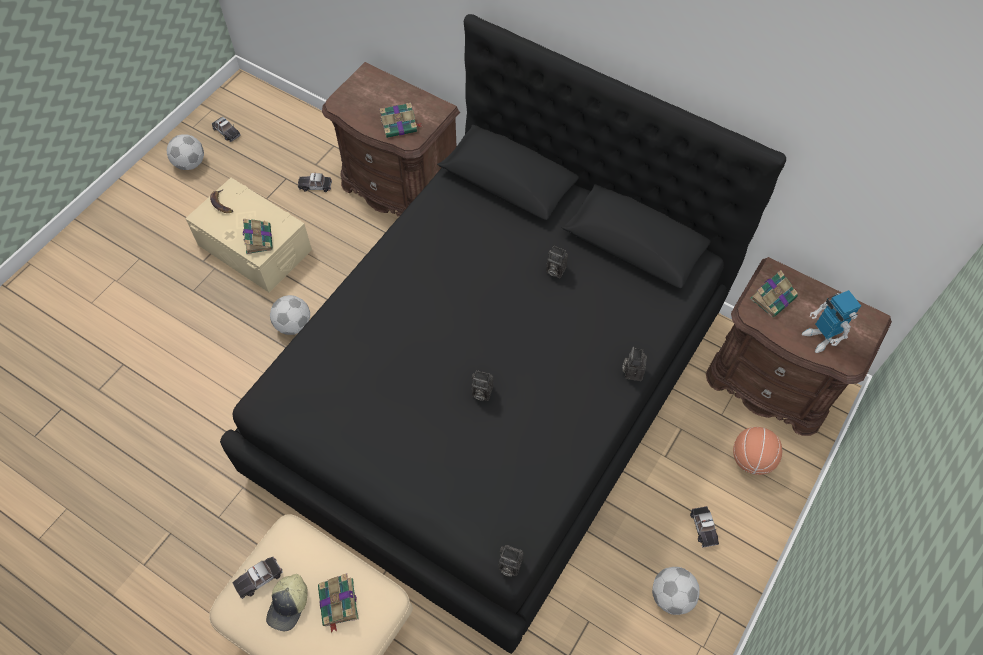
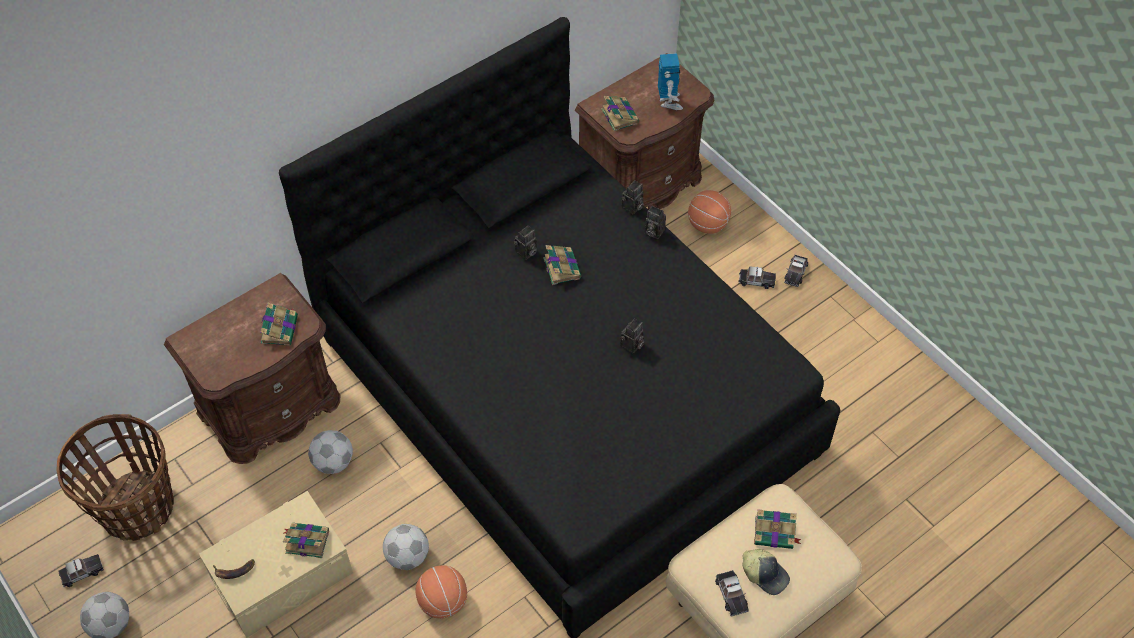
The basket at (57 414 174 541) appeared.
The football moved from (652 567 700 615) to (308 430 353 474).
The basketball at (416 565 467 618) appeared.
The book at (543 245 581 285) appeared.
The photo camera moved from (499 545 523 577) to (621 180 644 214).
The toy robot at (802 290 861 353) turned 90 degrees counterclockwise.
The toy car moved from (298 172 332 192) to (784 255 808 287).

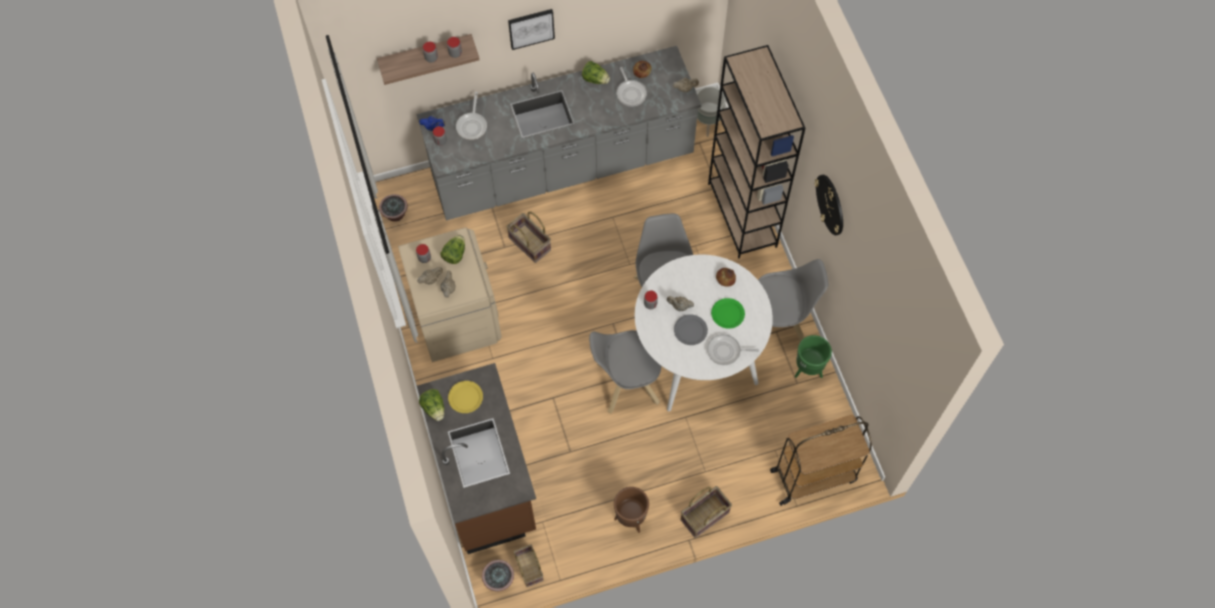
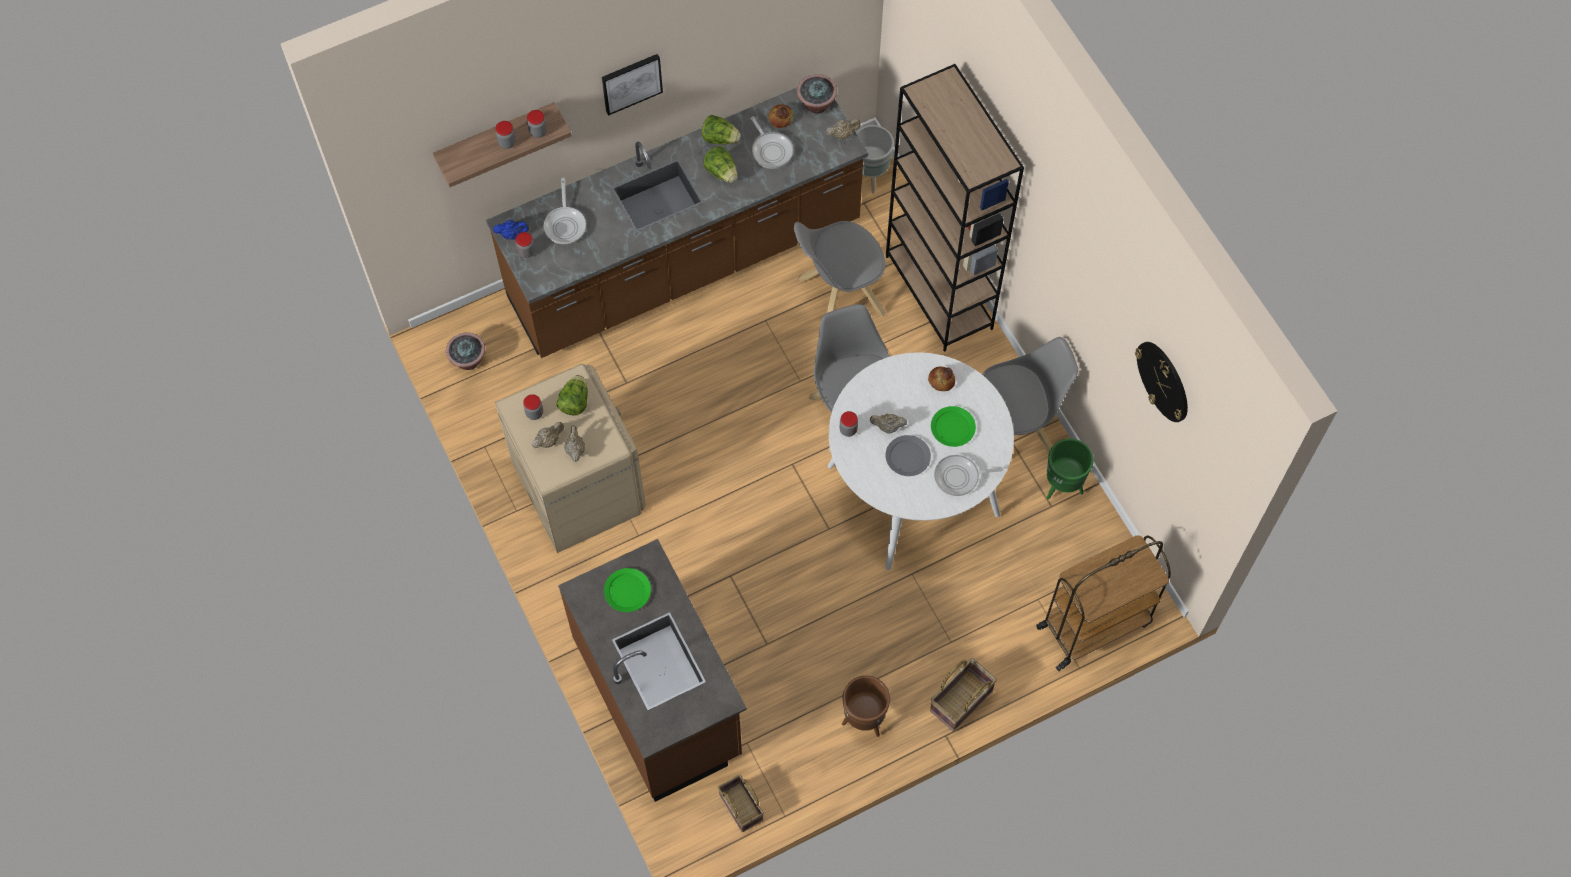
The grey counter at (416 46 701 221) became the brown counter at (486 88 868 358).
The yellow plate at (448 381 483 413) became the green plate at (604 568 651 612).
The lettuce moved from (419 389 444 421) to (703 146 737 183).
The grey chair moved from (589 330 661 414) to (794 221 886 316).
The potted plant moved from (482 560 514 592) to (797 74 837 114).
The wall clock moved from (814 175 843 235) to (1135 342 1188 422).
The basket at (506 211 551 263) disappeared.

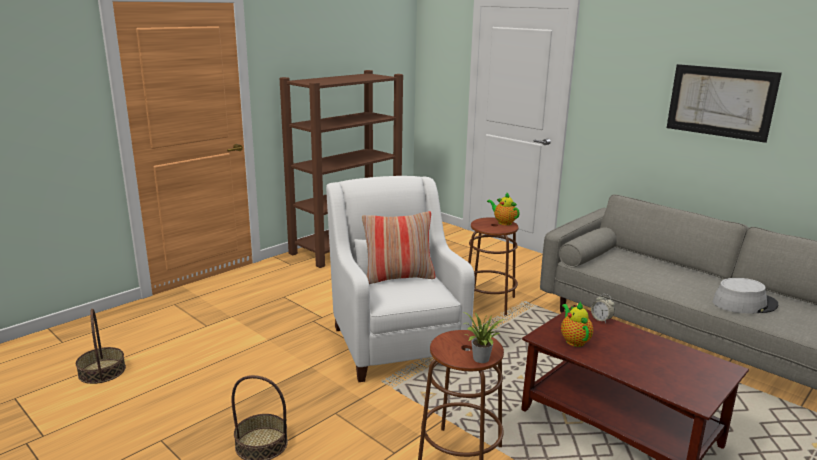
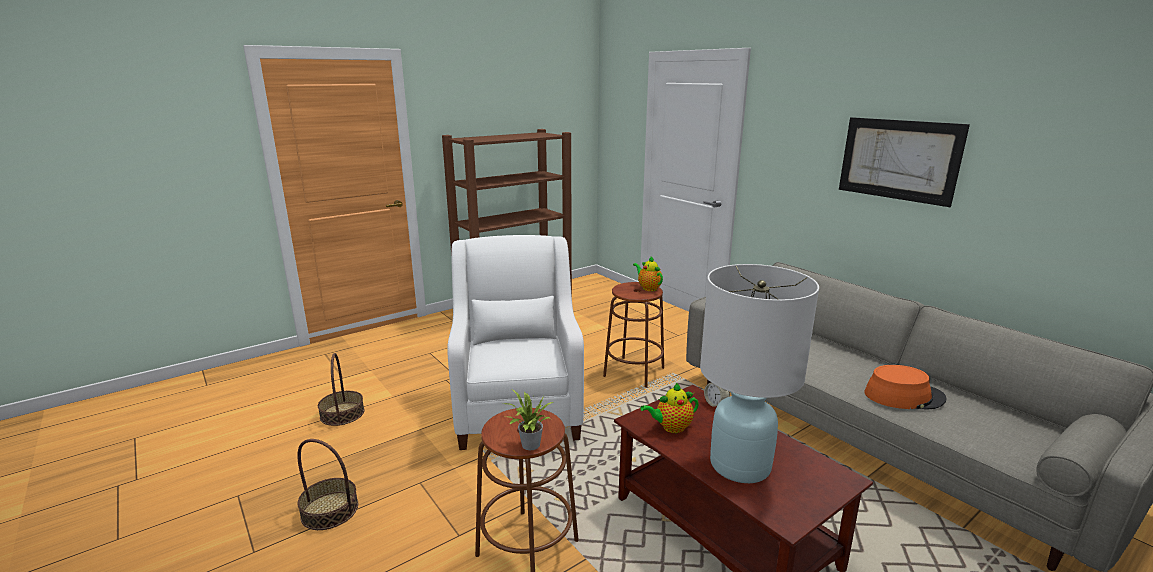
The basket moved from (76 309 126 384) to (318 353 365 426).
The teapot at (561 302 593 347) turned 105 degrees counterclockwise.
The white table lamp at (700 264 819 483) appeared.
The grey hat at (712 278 778 313) became the orange hat at (865 365 946 409).
The pillow at (362 211 436 284) disappeared.

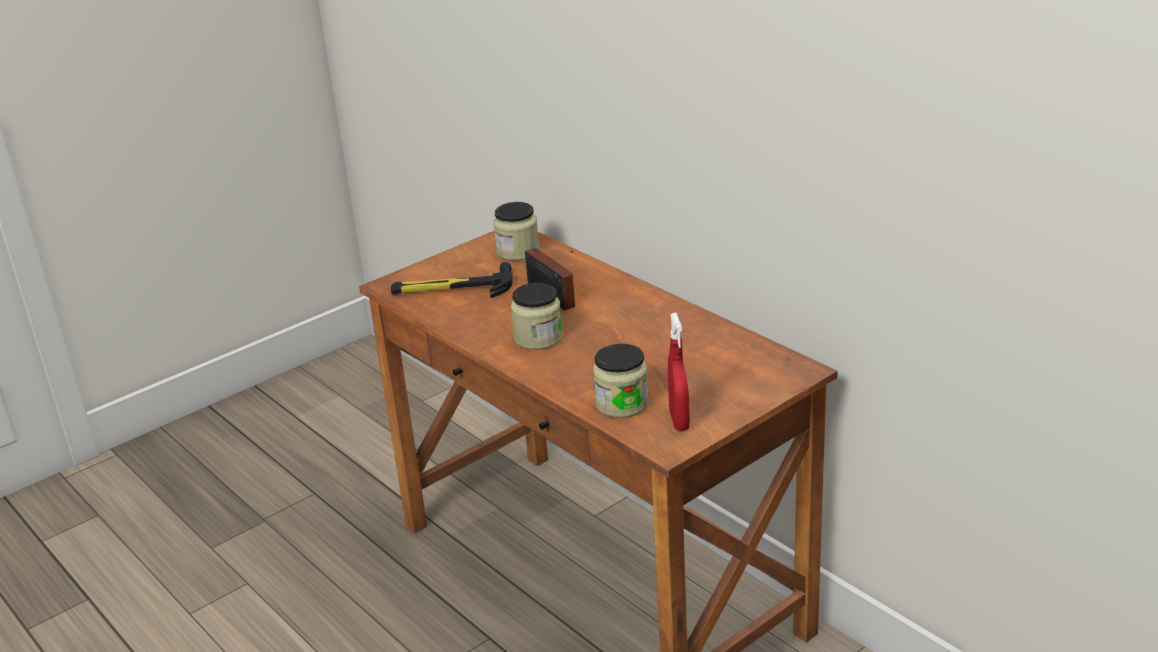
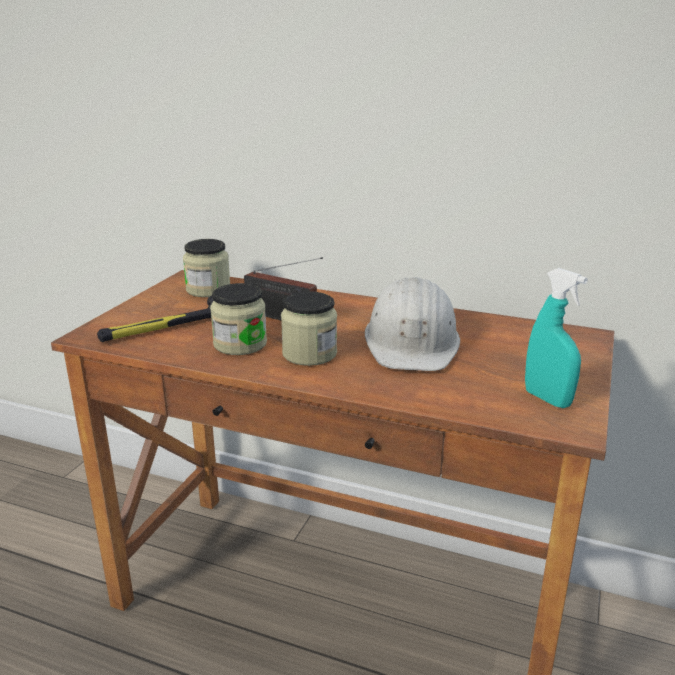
The jar moved from (593 344 649 418) to (210 283 267 355).
The white hard hat at (365 277 460 371) appeared.
The red spray bottle at (668 313 690 431) became the turquoise spray bottle at (525 268 588 408).

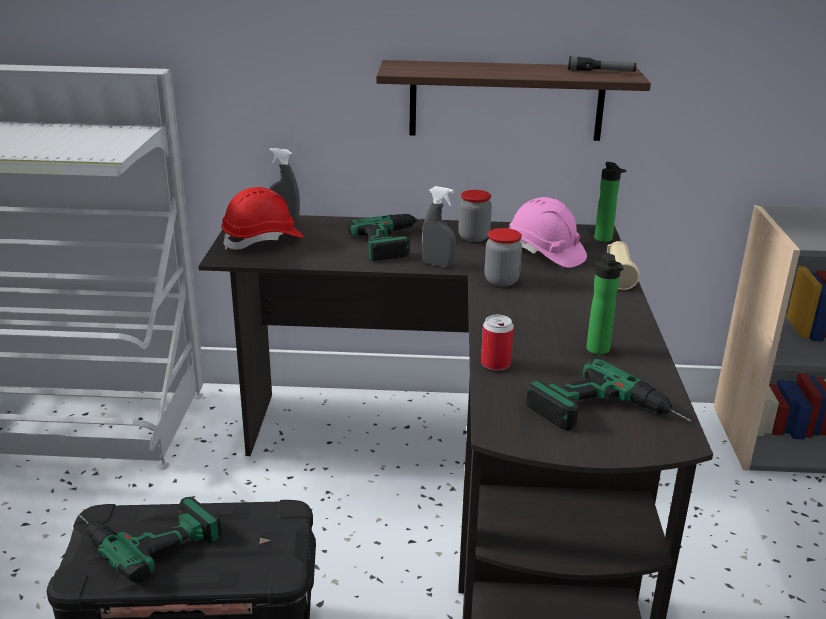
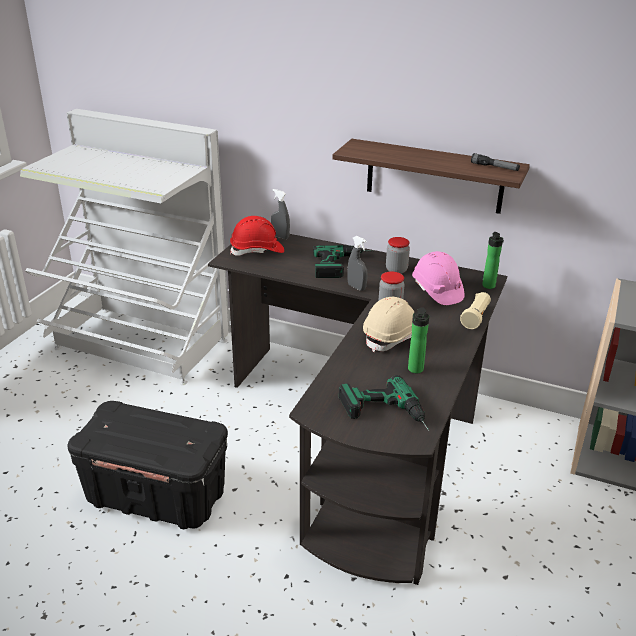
The beige hard hat at (363 297 414 352) appeared.
The power drill at (78 497 222 583) disappeared.
The can at (481 315 514 370) disappeared.

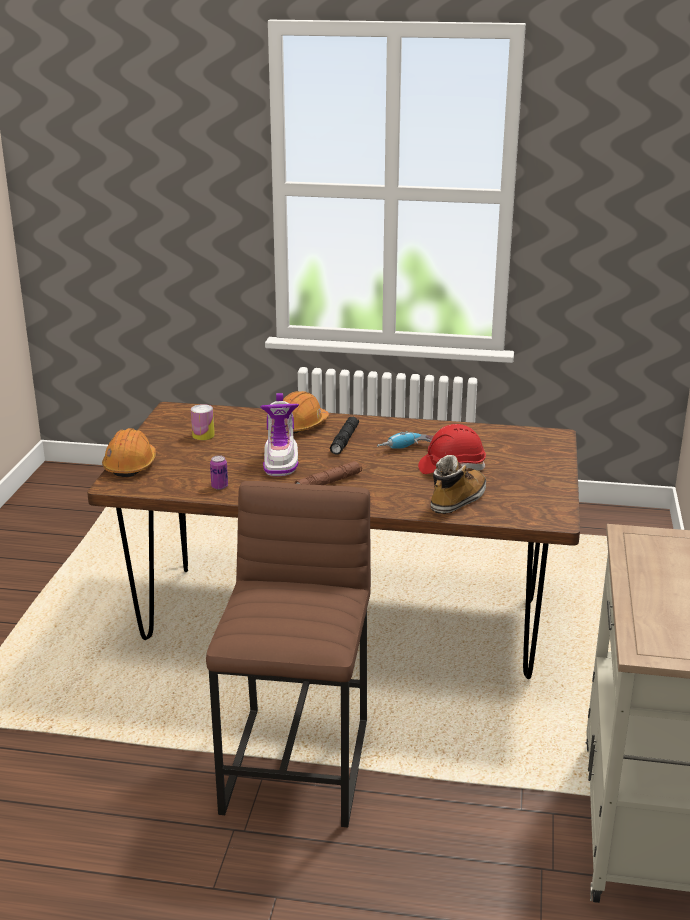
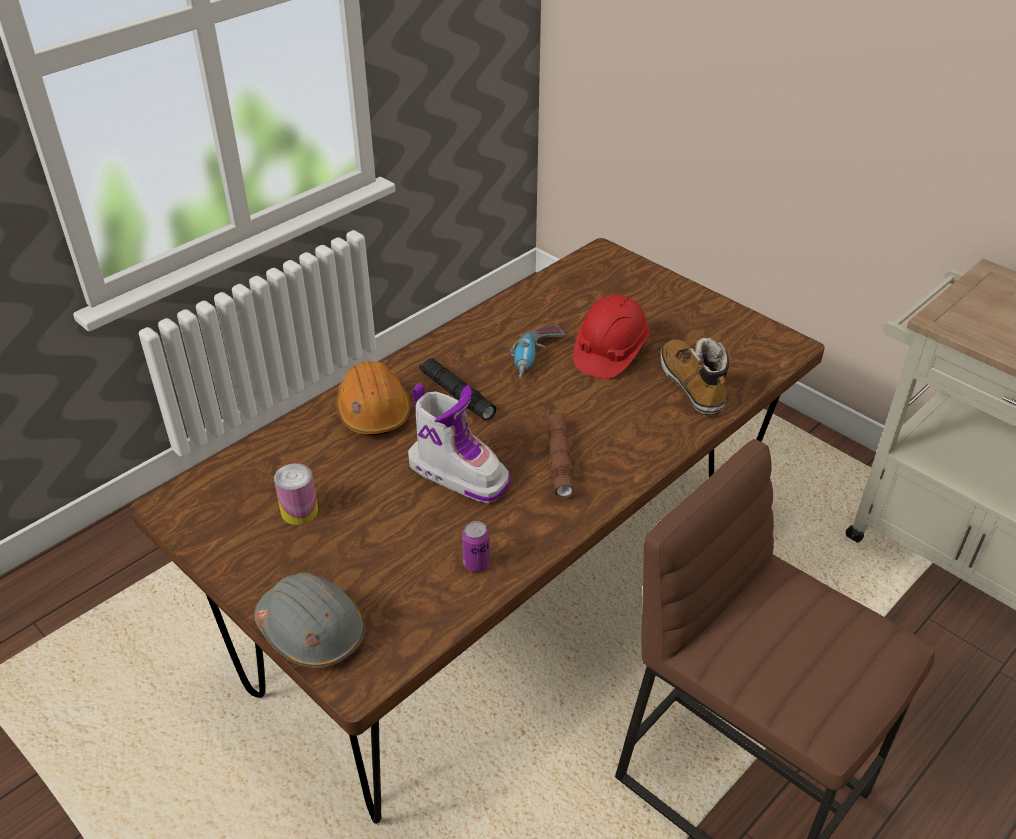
The orange hard hat at (102 428 156 477) became the grey hard hat at (254 572 365 668).

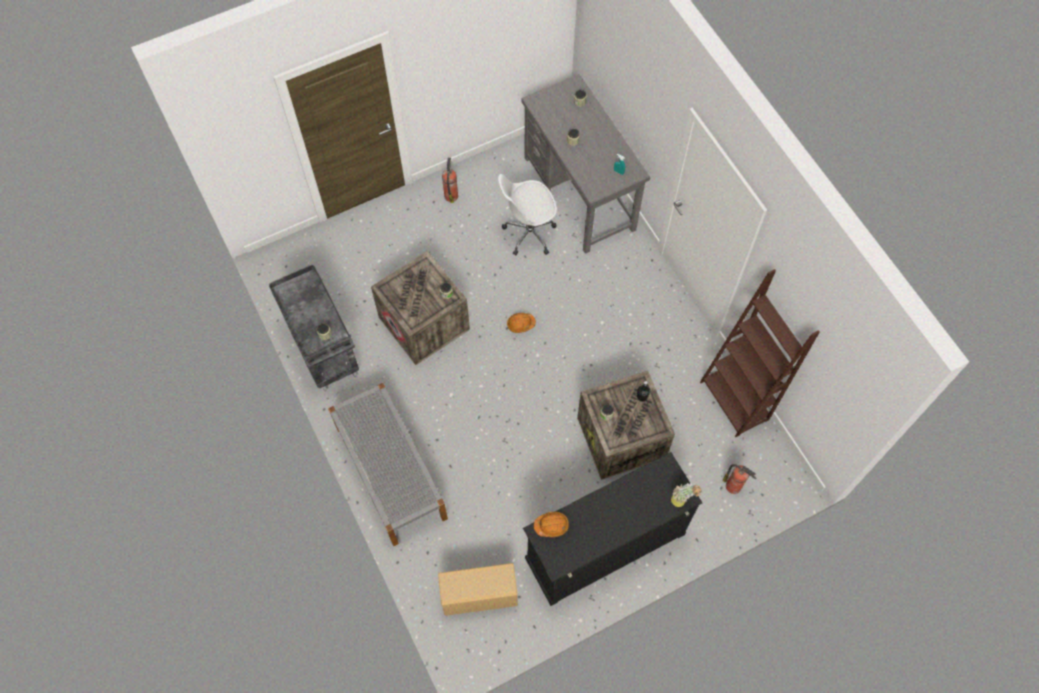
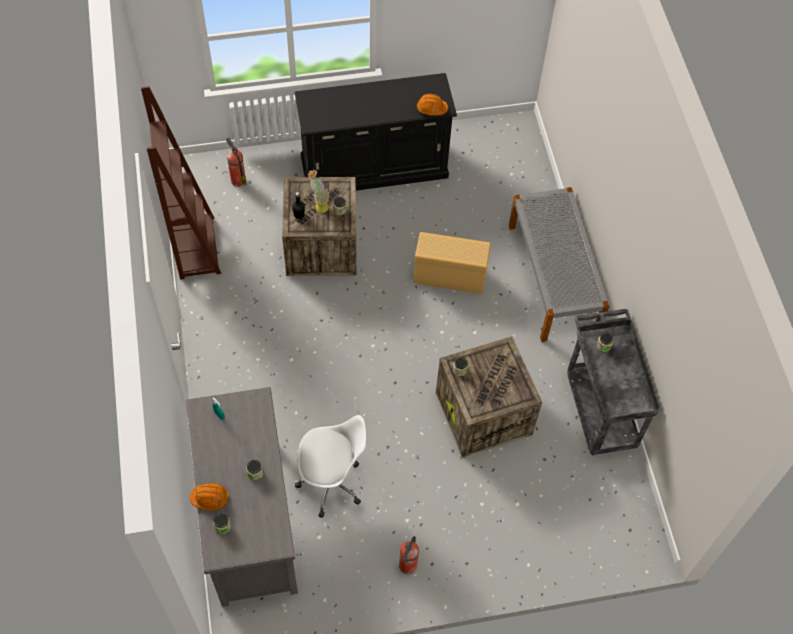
The orange hard hat moved from (507 313 536 333) to (190 483 229 511).
The potted plant moved from (671 483 702 507) to (308 170 330 213).
The beige storage box moved from (438 563 518 616) to (413 232 491 294).

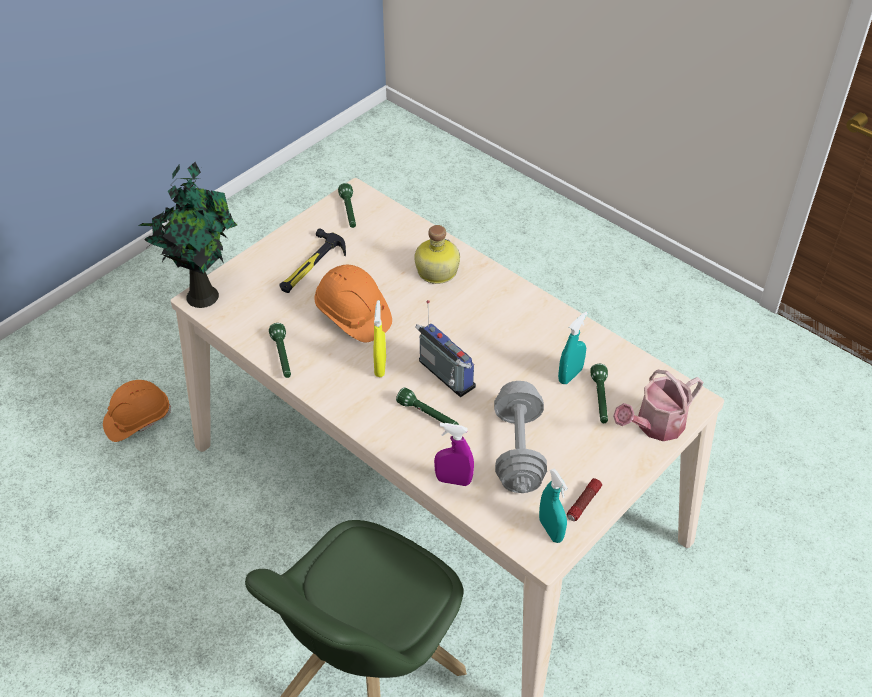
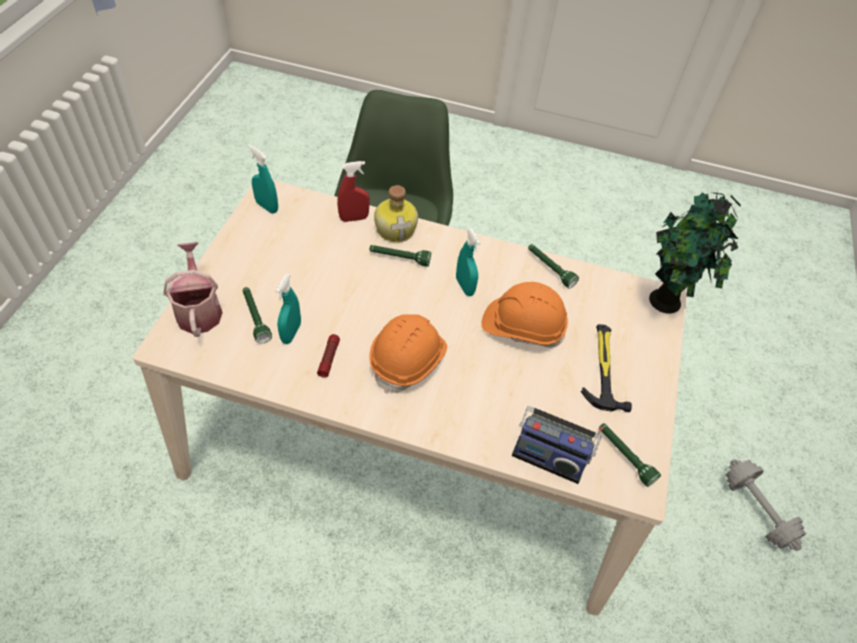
The watering can at (613 370 703 441) turned 45 degrees counterclockwise.
The flashlight moved from (567 478 602 521) to (317 334 340 378).
The purple spray bottle at (434 423 474 486) became the red spray bottle at (337 161 370 222).
The orange hard hat moved from (103 380 171 442) to (369 314 447 394).
The bottle moved from (415 225 460 284) to (374 185 418 242).
The yellow spray bottle at (373 300 386 377) became the turquoise spray bottle at (456 228 481 296).
The radio moved from (415 300 476 397) to (512 406 603 484).
The grey dumbbell moved from (494 381 547 493) to (726 460 806 551).

